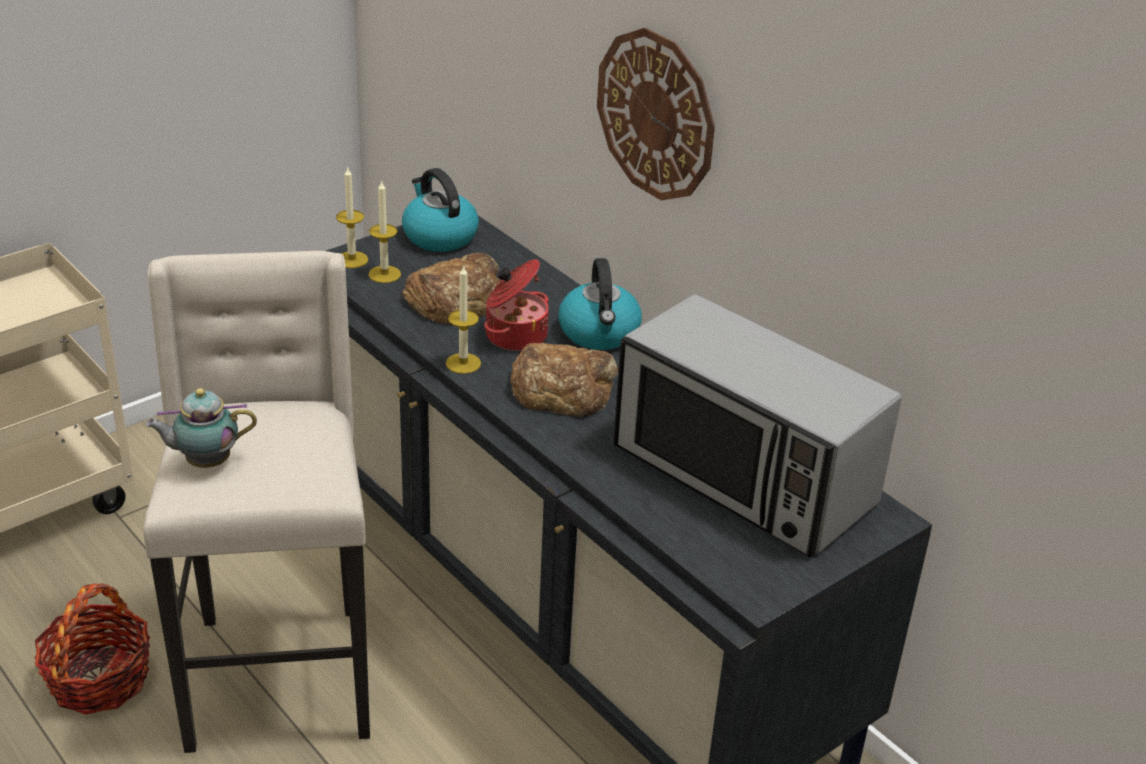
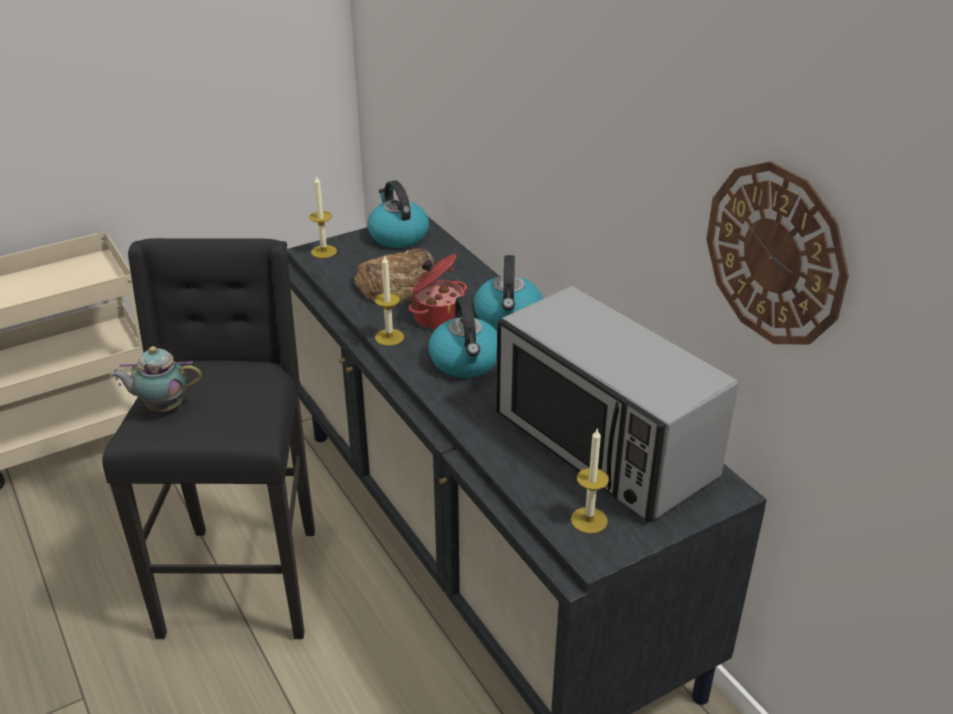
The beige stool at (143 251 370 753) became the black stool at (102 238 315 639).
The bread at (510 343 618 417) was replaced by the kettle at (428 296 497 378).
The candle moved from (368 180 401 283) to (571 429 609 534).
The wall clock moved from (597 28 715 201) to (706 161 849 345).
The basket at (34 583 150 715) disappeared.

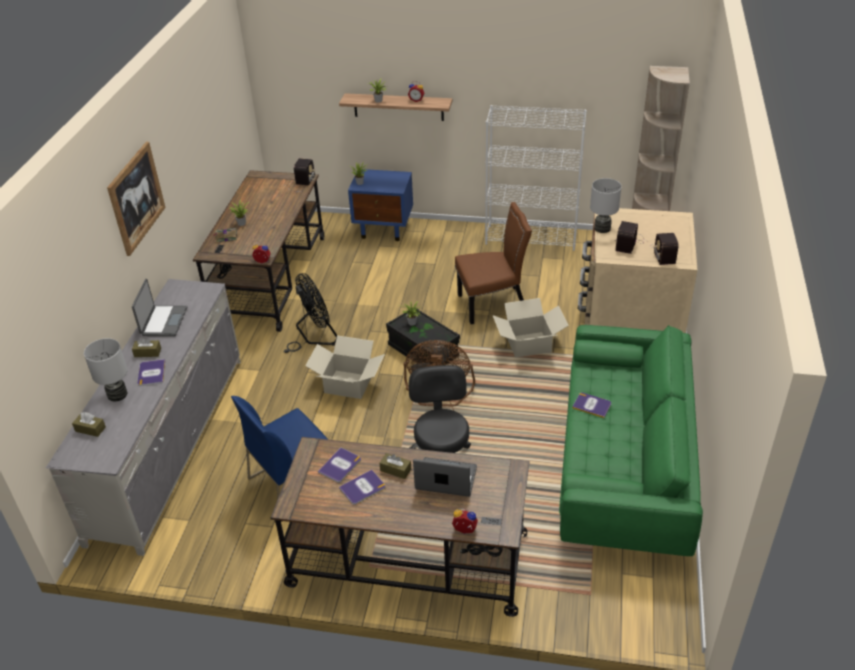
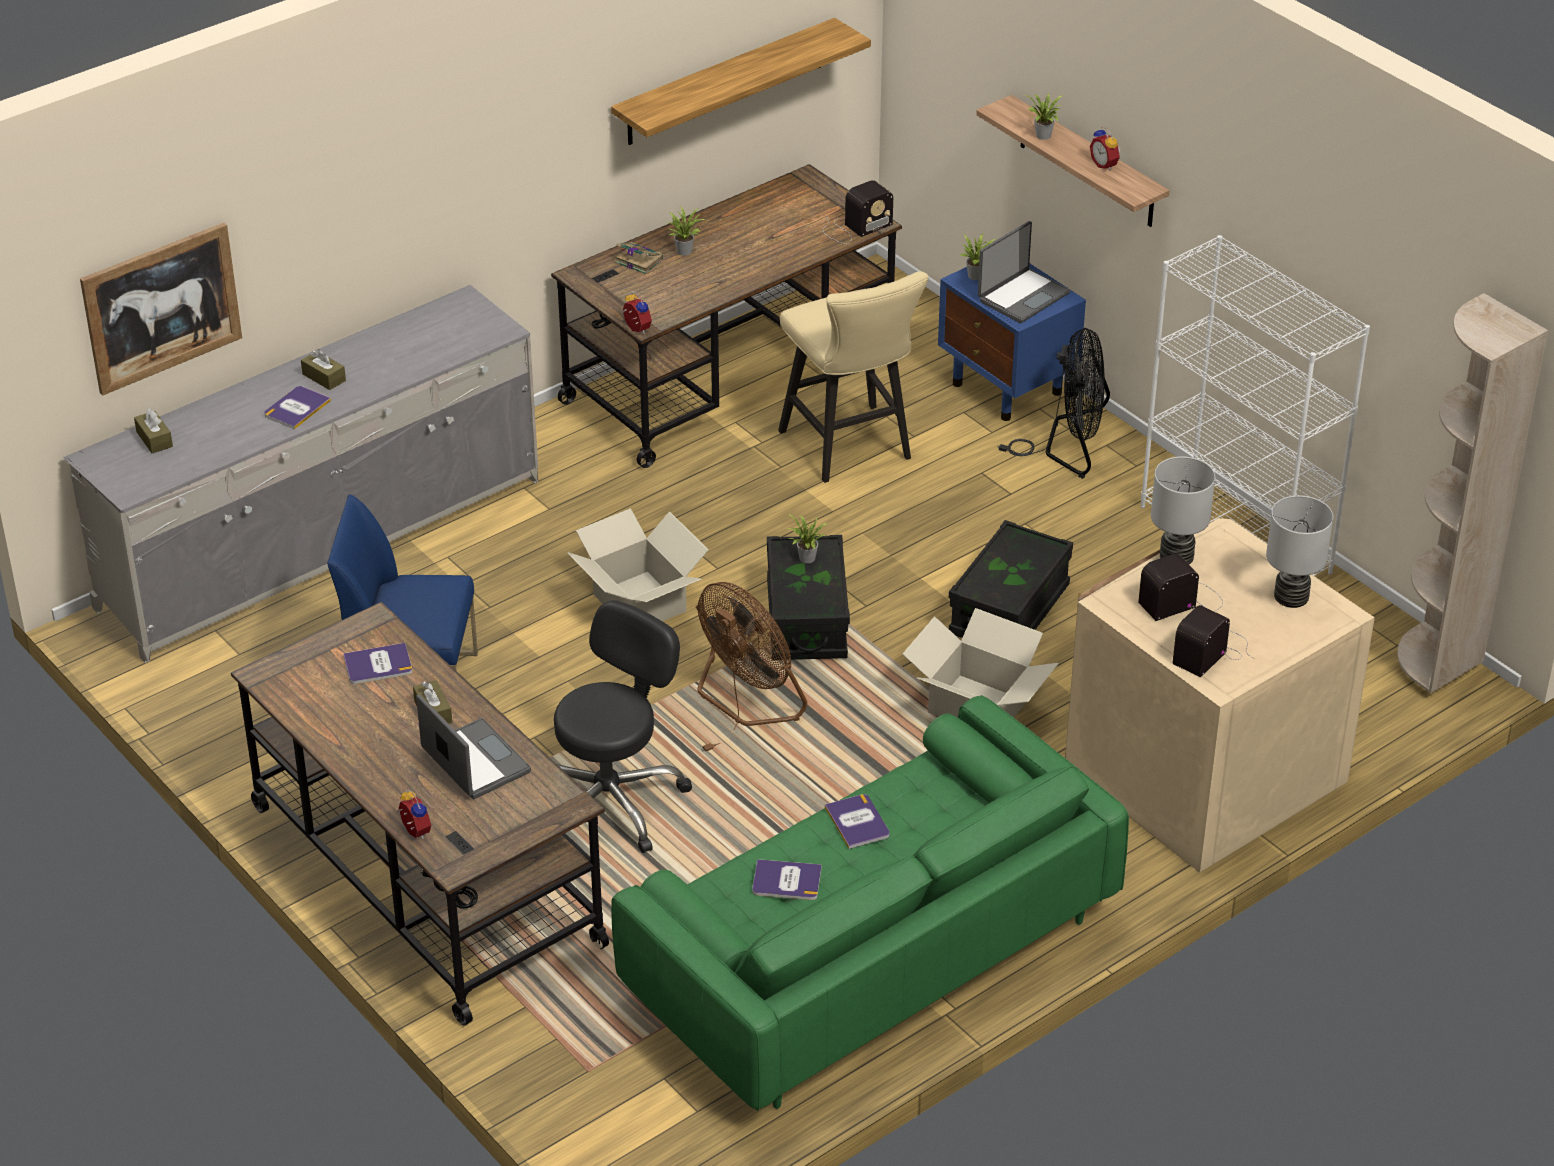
The picture moved from (107 142 166 256) to (80 223 242 396).
The shelf at (611 18 871 145) appeared.
The book moved from (339 470 385 505) to (752 859 822 900).
The beige stool at (778 271 929 483) appeared.
The brown chair at (455 202 532 324) was replaced by the black storage box at (949 520 1073 638).
The laptop moved from (132 279 187 337) to (978 221 1071 323).
The black fan moved from (284 273 337 353) to (997 328 1110 479).
The grey table lamp moved from (84 338 128 401) to (1266 495 1333 608).

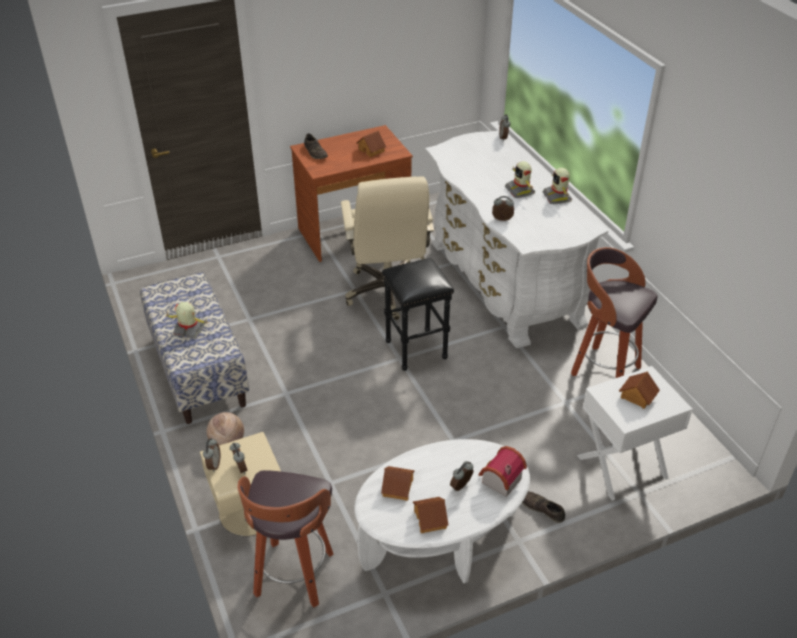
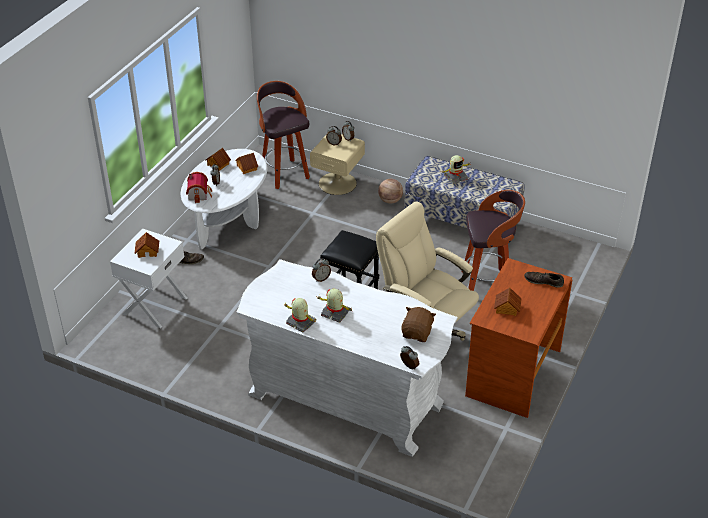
The brown plush toy at (401 307 436 342) appeared.
The stool moved from (571 247 657 378) to (462 190 525 291).

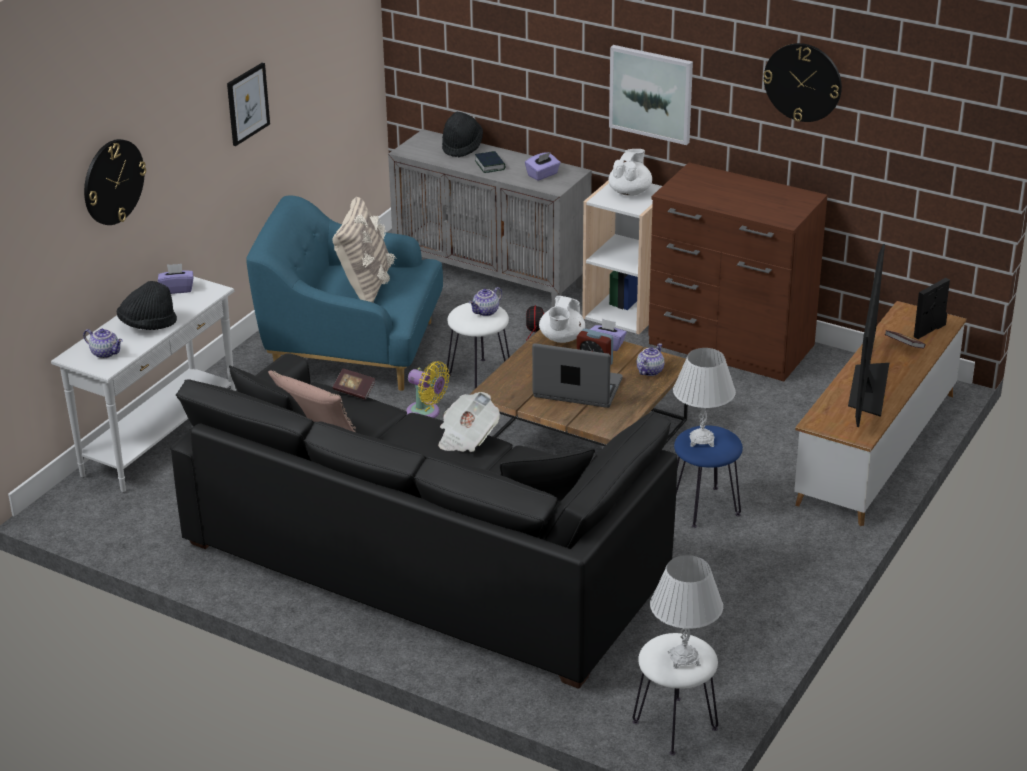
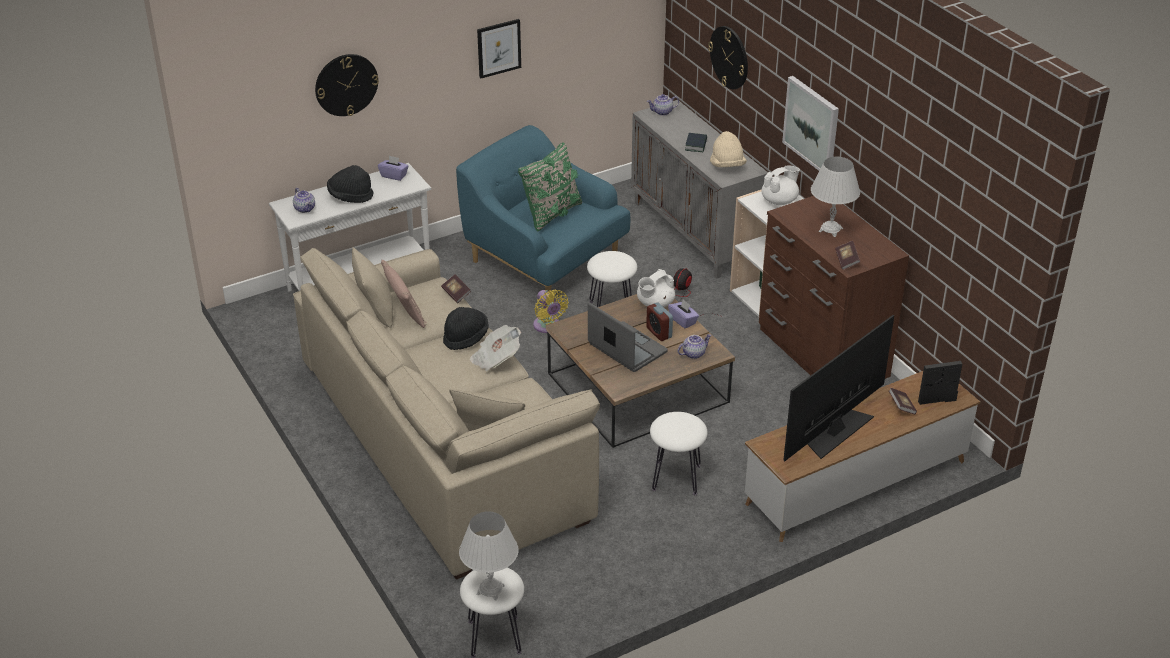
The black sofa at (170 353 678 689) became the beige sofa at (293 247 600 579).
The black hat moved from (442 112 483 158) to (443 307 489 350).
The beige pillow at (333 197 396 302) became the green pillow at (518 142 582 231).
The teapot moved from (469 287 502 316) to (647 94 679 116).
The blue stool at (674 425 743 528) became the white stool at (650 412 708 495).
The wall clock moved from (763 43 842 122) to (708 26 748 89).
The purple tissue box at (525 152 561 181) was replaced by the beige hat at (710 131 747 167).
The white table lamp moved from (673 348 736 447) to (811 157 860 237).
The book at (835 241 860 270) appeared.

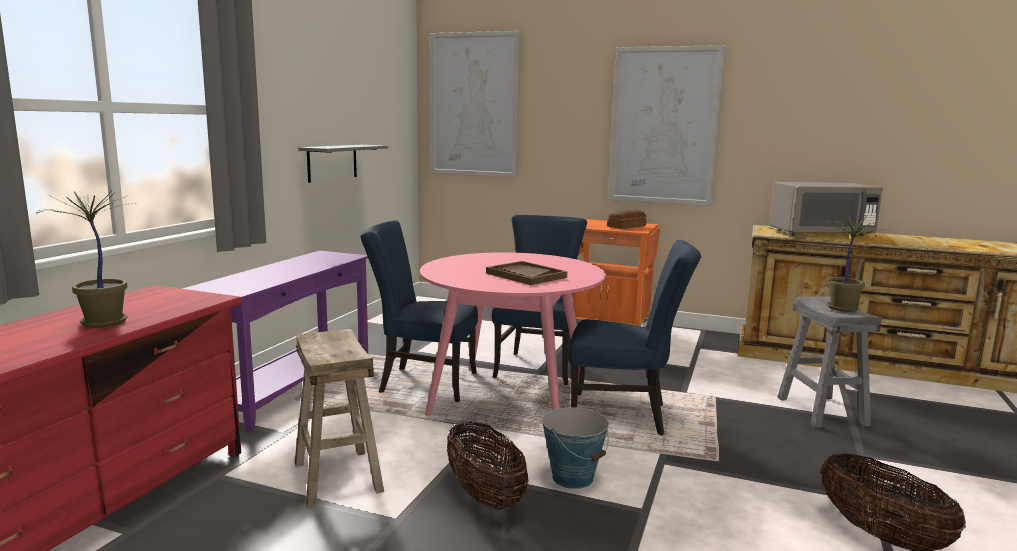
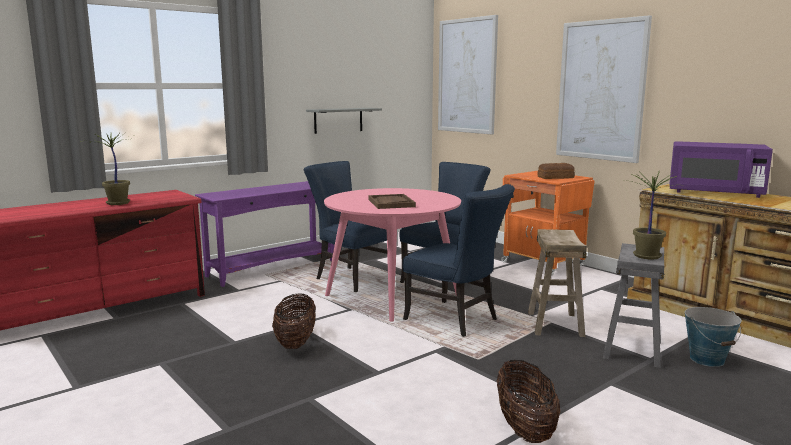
The beige stool moved from (295 329 384 508) to (528 229 587 337).
The grey microwave at (769 182 883 236) became the purple microwave at (669 141 773 198).
The bucket moved from (542 407 609 489) to (685 307 741 367).

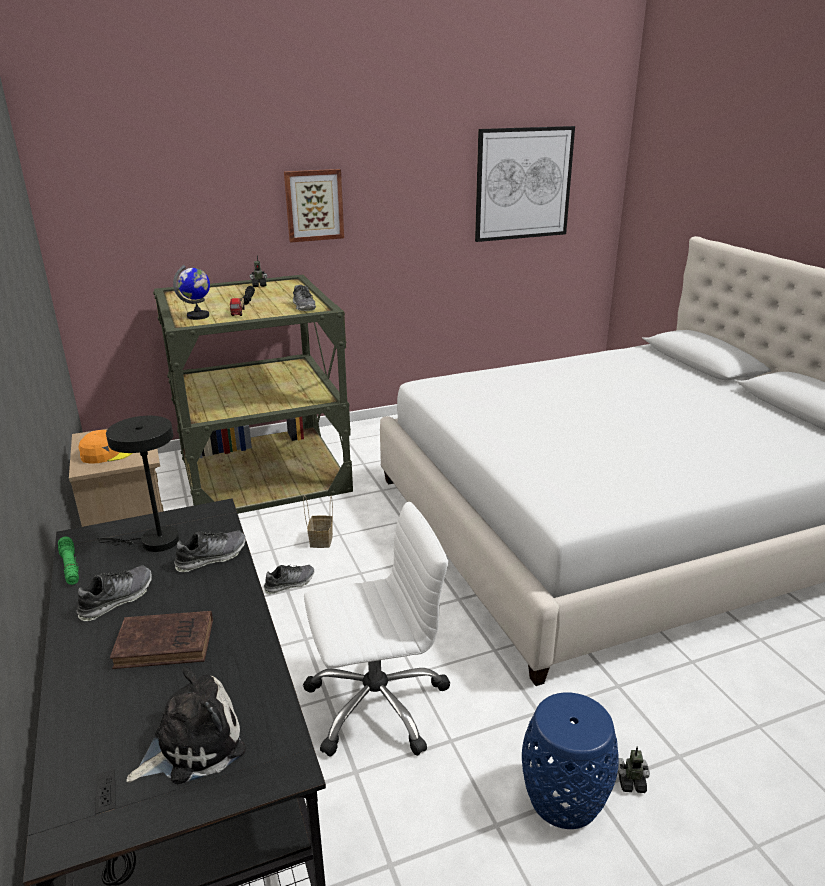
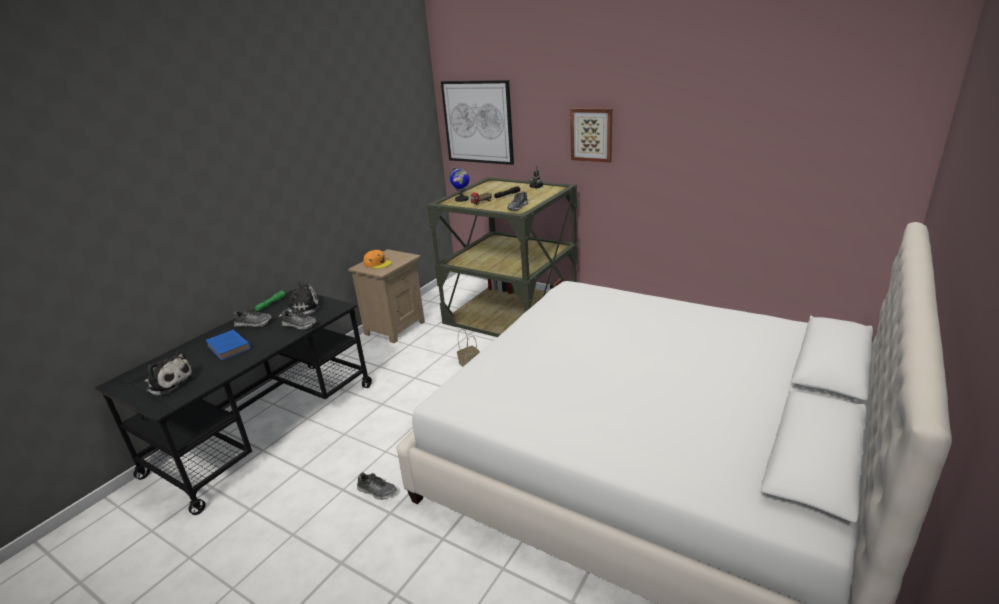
The brown book at (110 611 213 669) became the blue book at (206 330 251 360).
The black table lamp at (97 416 179 552) was replaced by the plush toy at (278 282 320 317).
The shoe moved from (264 565 314 594) to (357 472 397 500).
The picture moved from (475 126 575 242) to (441 80 514 165).
The white office chair at (303 502 451 757) disappeared.
The blue stool at (522 692 618 829) disappeared.
The toy robot at (618 747 650 793) disappeared.

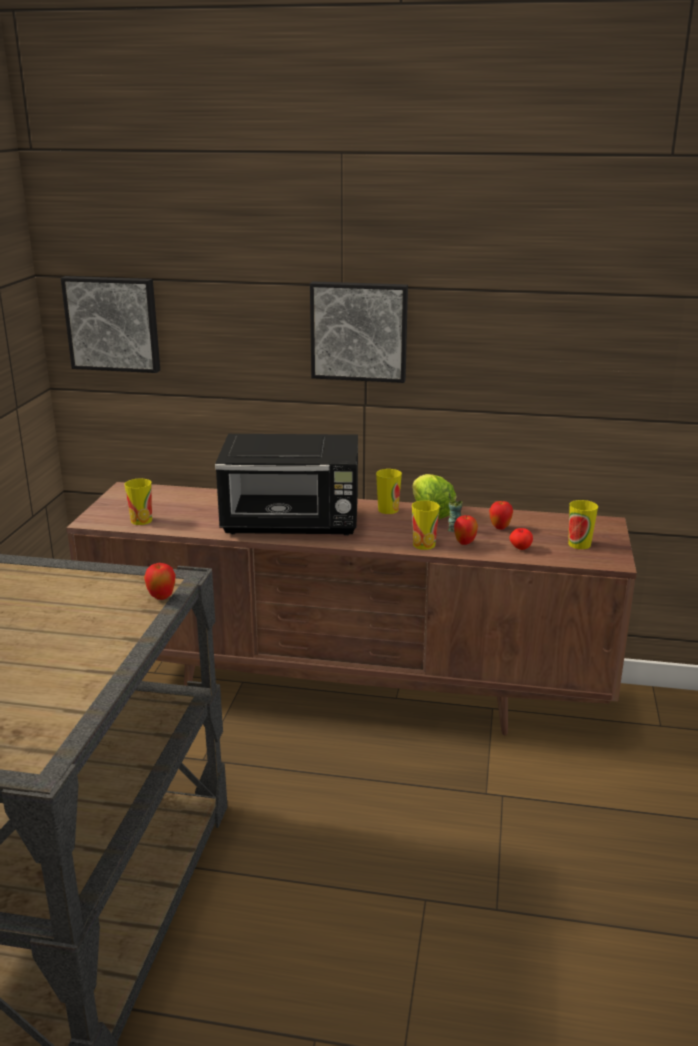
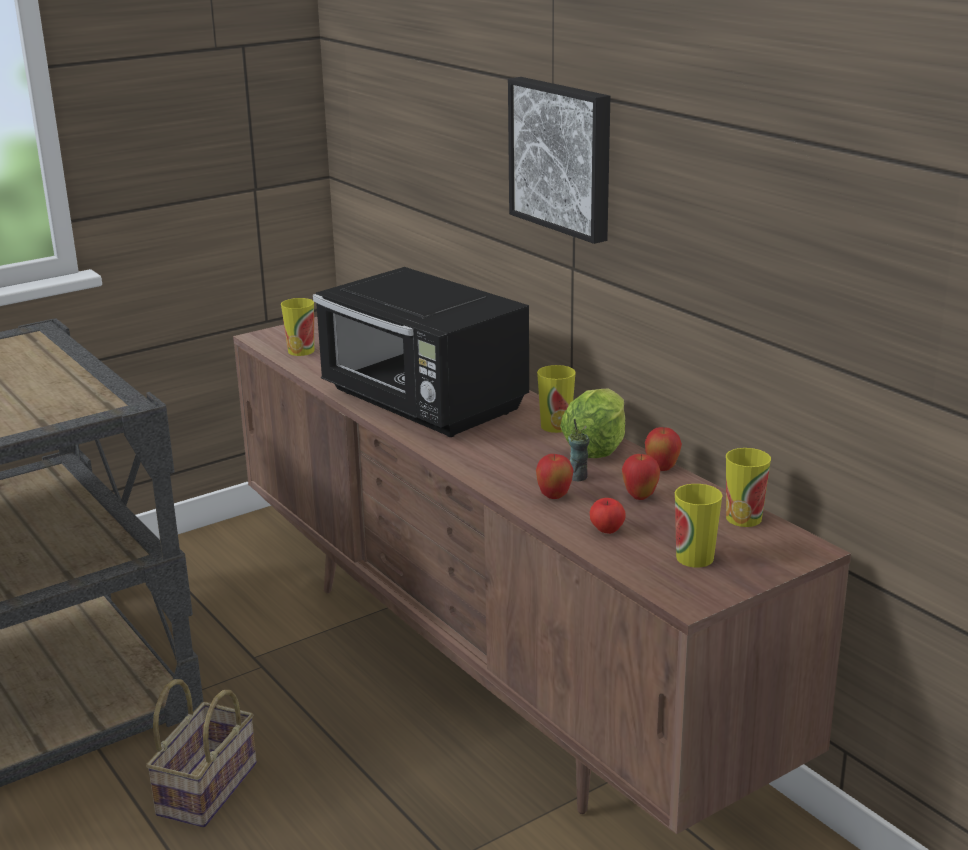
The basket at (146 679 257 828) appeared.
The apple moved from (144 563 176 600) to (645 427 682 471).
The cup moved from (412 500 440 550) to (726 448 771 527).
The picture at (61 276 160 373) disappeared.

